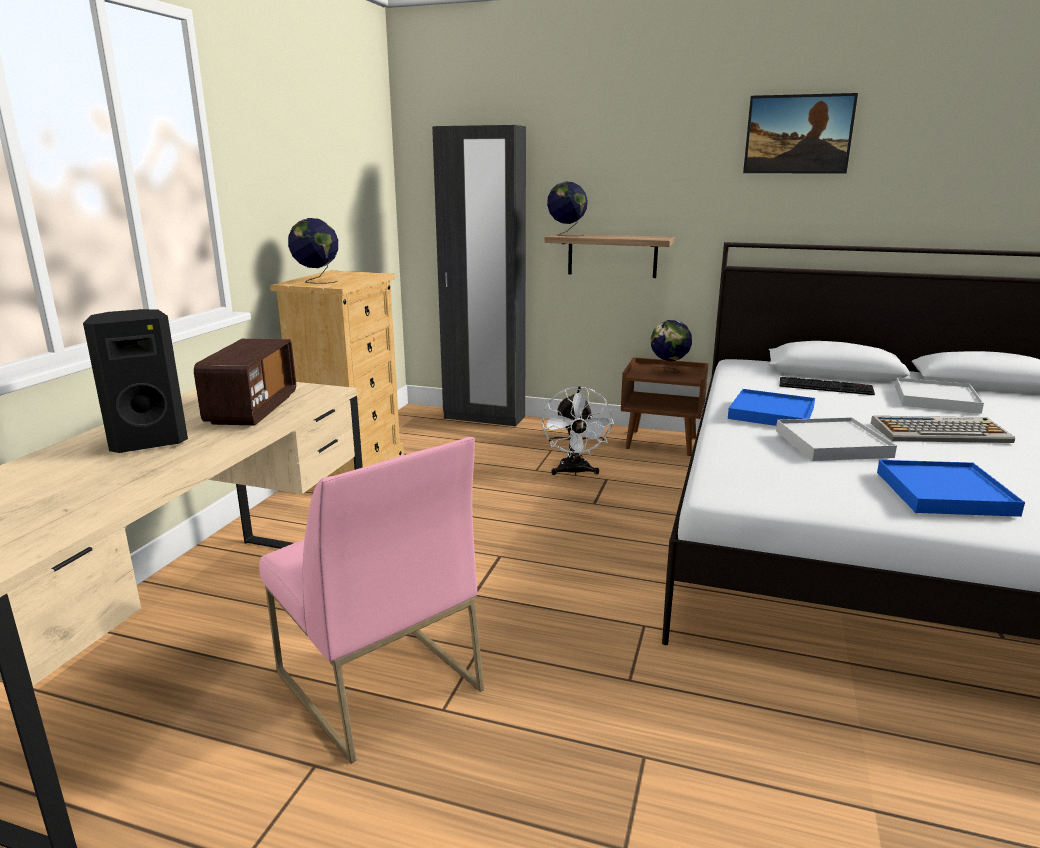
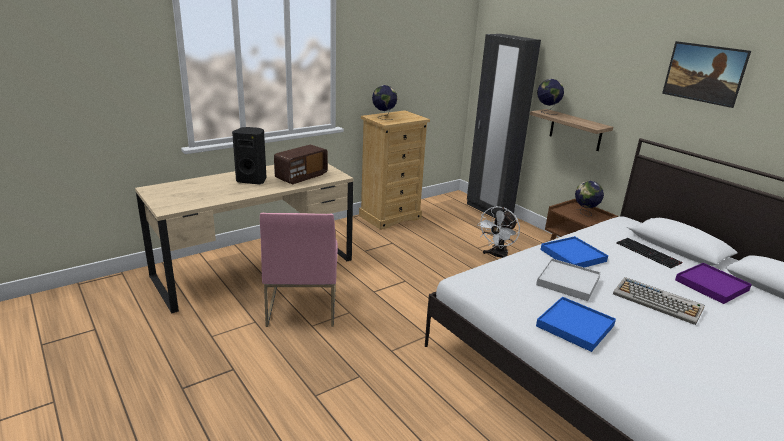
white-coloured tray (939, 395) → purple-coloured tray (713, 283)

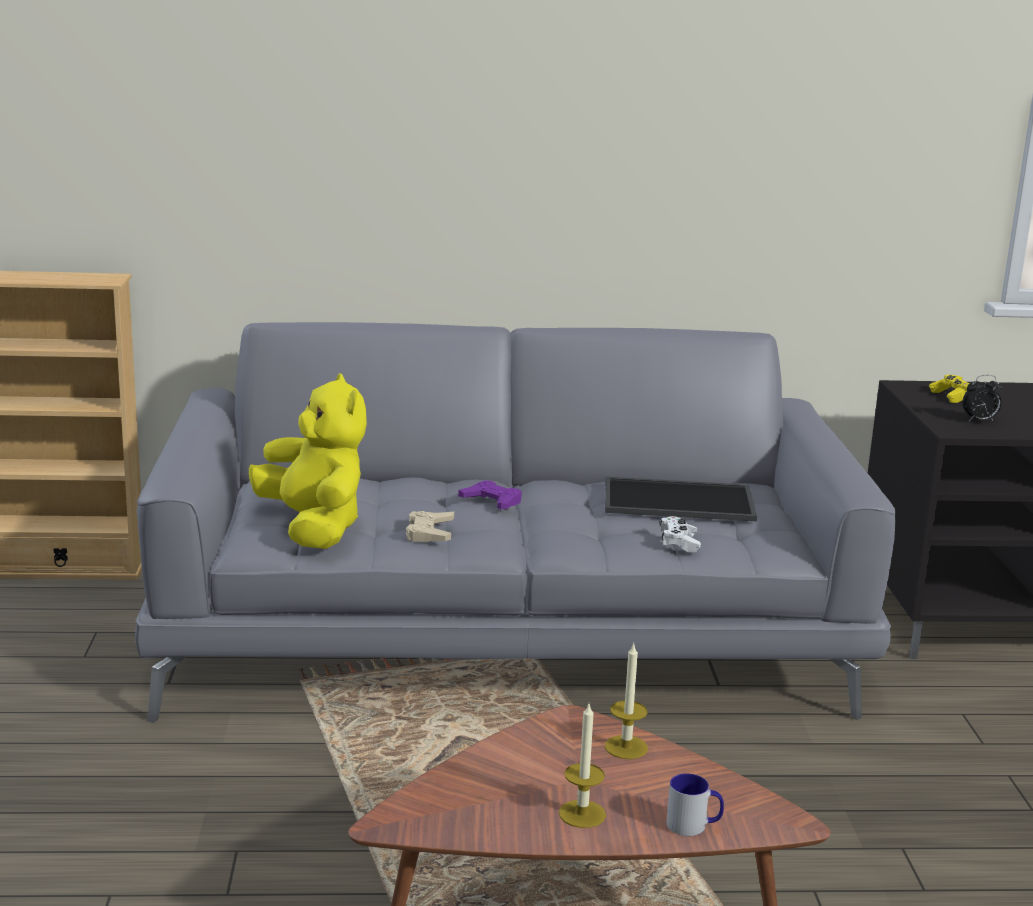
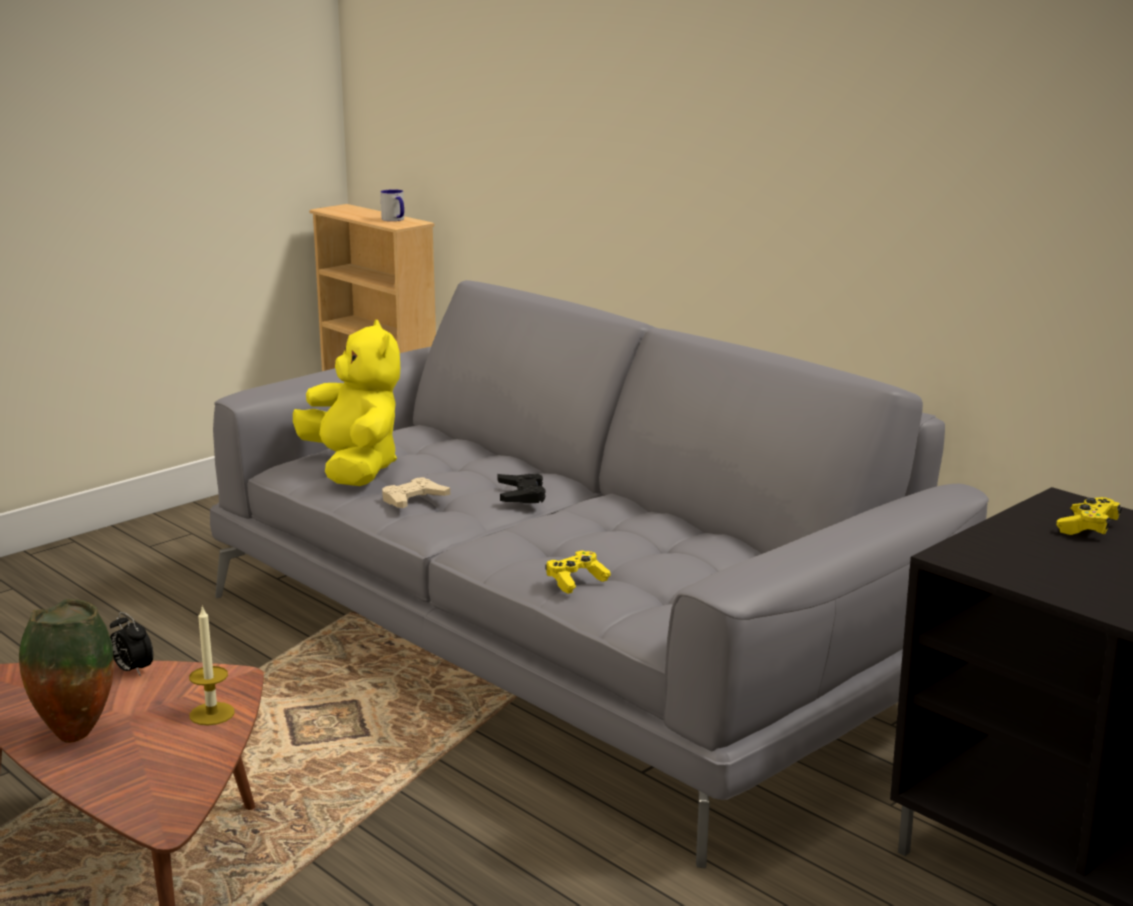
yellow-coloured plush toy (308, 461) → yellow-coloured plush toy (346, 403), 45 degrees counterclockwise
alarm clock (982, 398) → alarm clock (131, 644), move
tray (681, 499) → -
purple-coloured game controller (490, 494) → blackish game controller (521, 489)
white-coloured game controller (680, 534) → yellow-coloured game controller (578, 572)
wax light (582, 766) → decorative vase (66, 671)
coffee mug (695, 804) → coffee mug (392, 205), move

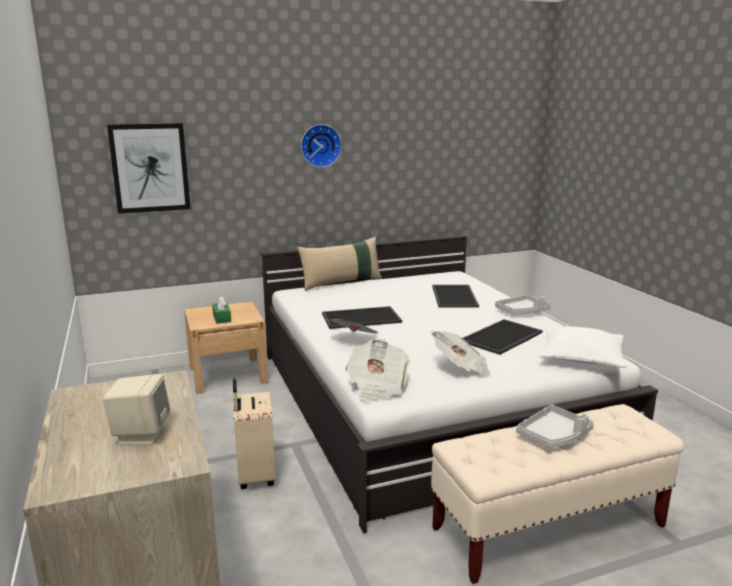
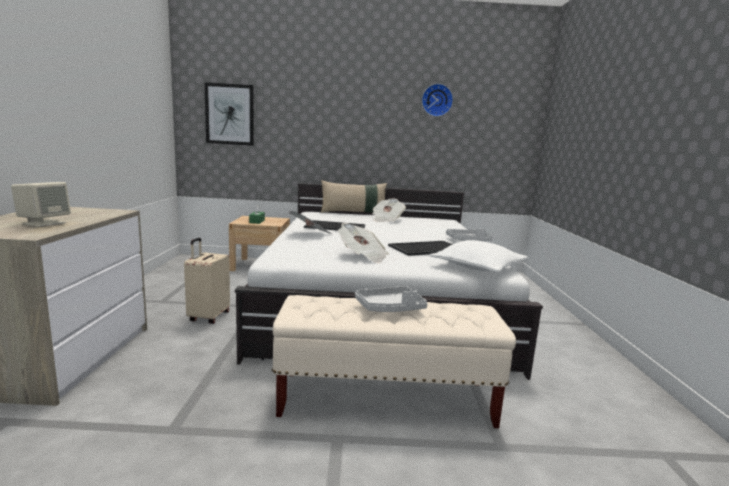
wall clock (321, 146) → wall clock (437, 100), move
tray (455, 296) → -
daily paper (377, 370) → daily paper (389, 210), move

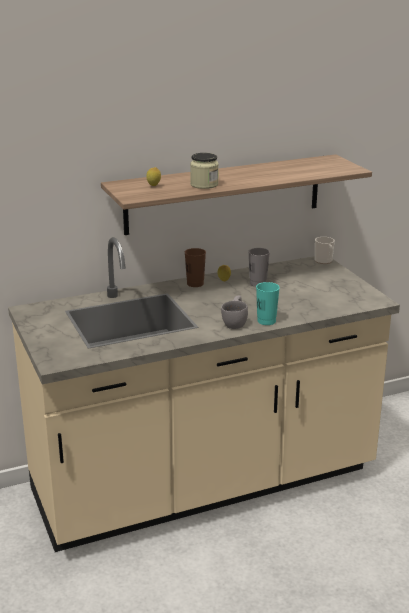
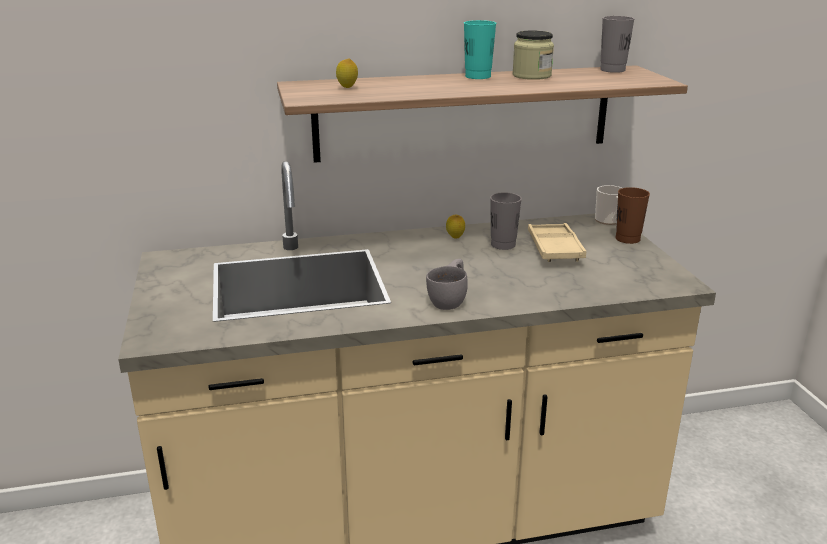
storage jar (204, 171) → storage jar (533, 55), move
brown-coloured small cup (195, 267) → brown-coloured small cup (633, 215), move
turquoise small cup (268, 303) → turquoise small cup (480, 49), move
- → grey small cup (617, 44)
- → beige-coloured tray (557, 242)

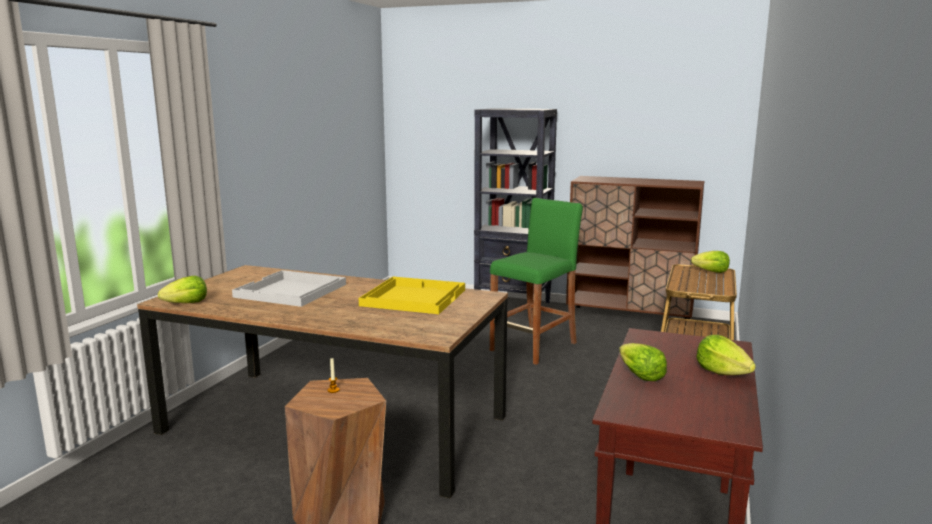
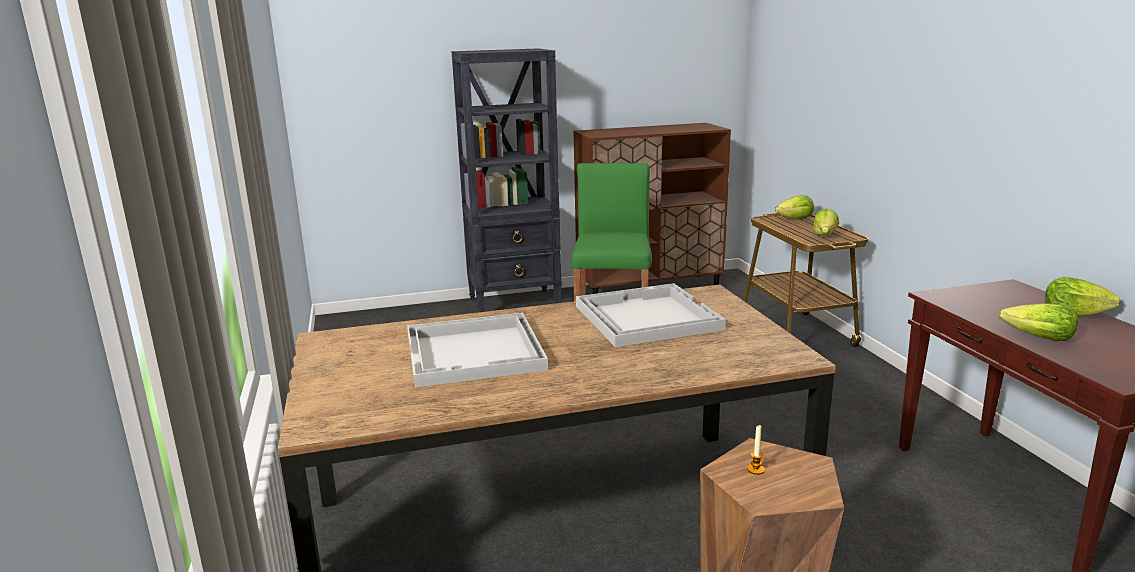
lettuce (182, 289) → lettuce (826, 222), move
yellow-coloured tray (412, 295) → white-coloured tray (651, 315)

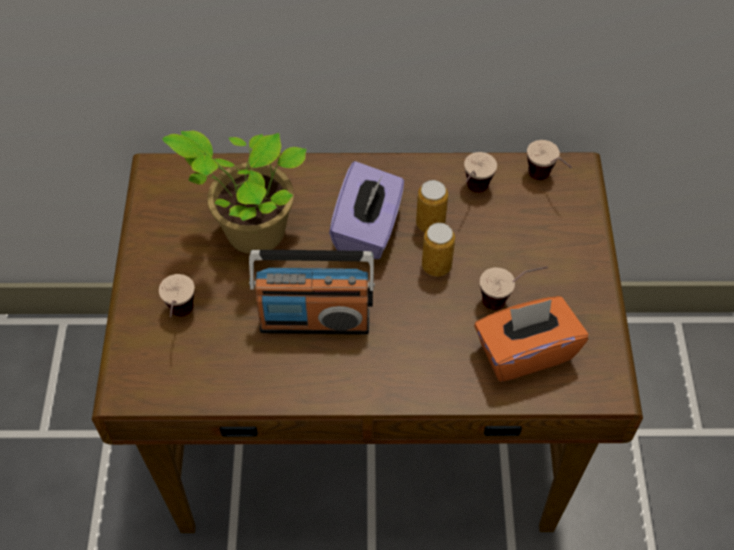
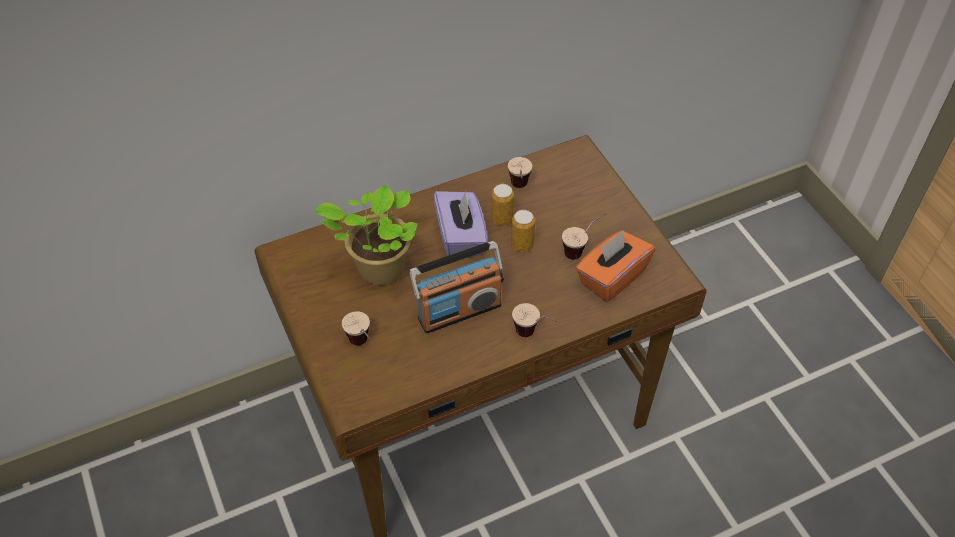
small cup (549, 160) → small cup (535, 320), move

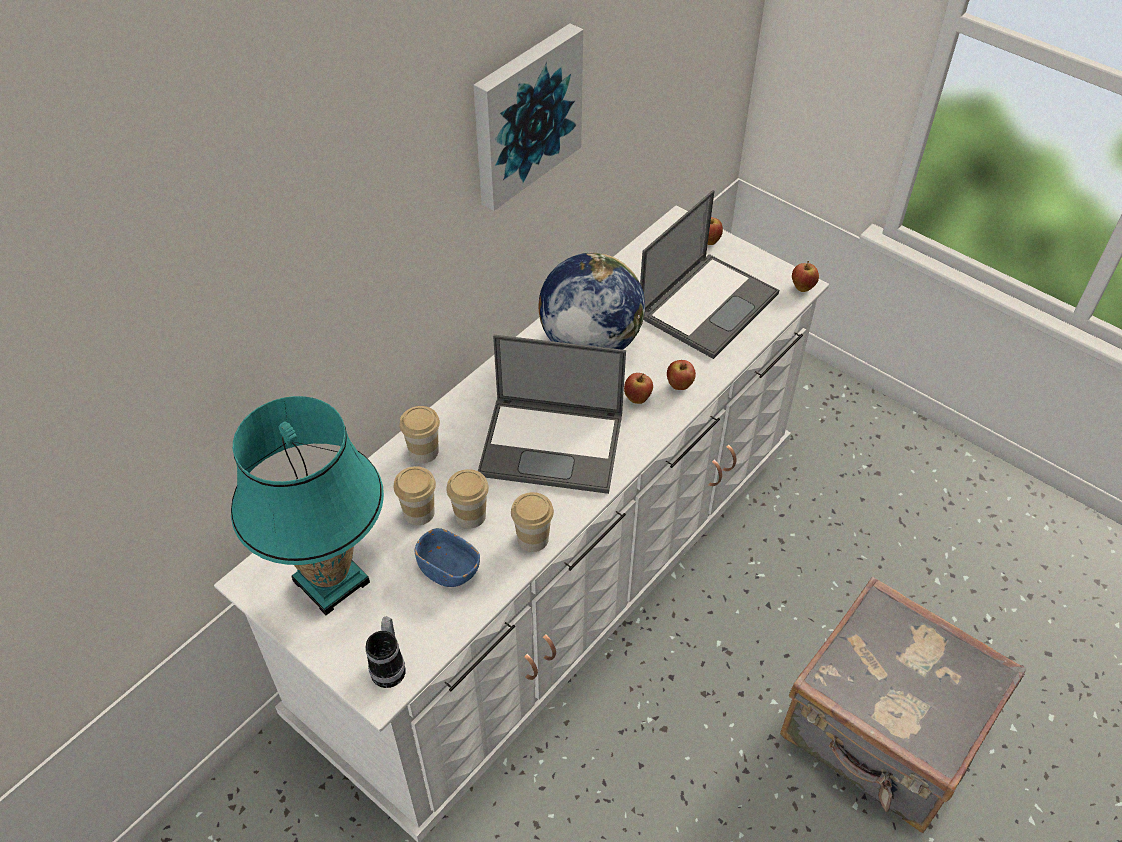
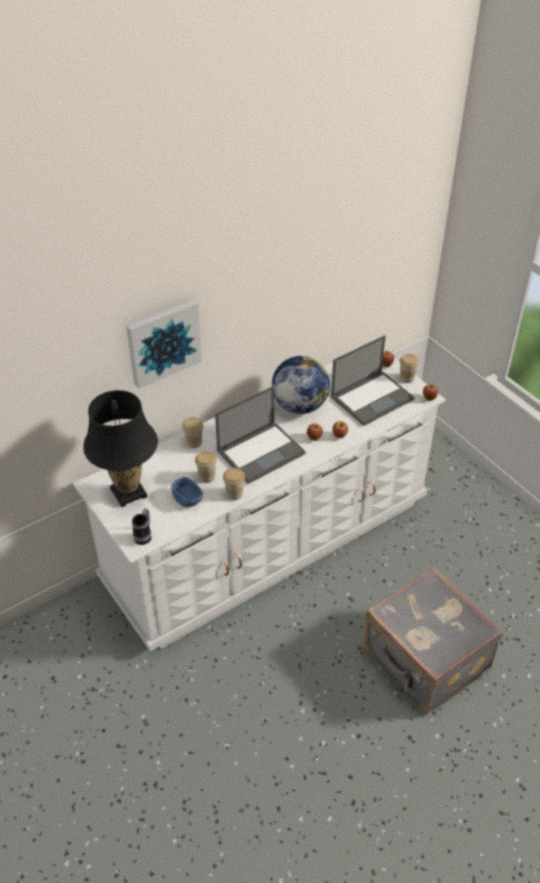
wall picture (528, 117) → wall picture (164, 344), move
laptop (552, 414) → laptop (260, 435), 60 degrees counterclockwise
turquoise lamp for a table (307, 505) → blackish lamp for a table (120, 449)
small cup (415, 495) → small cup (409, 368), move

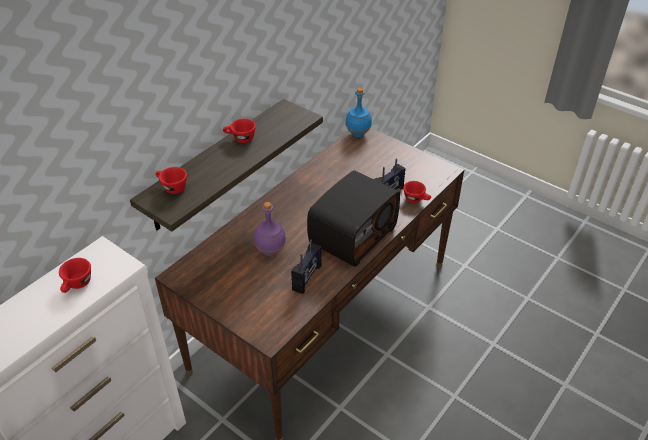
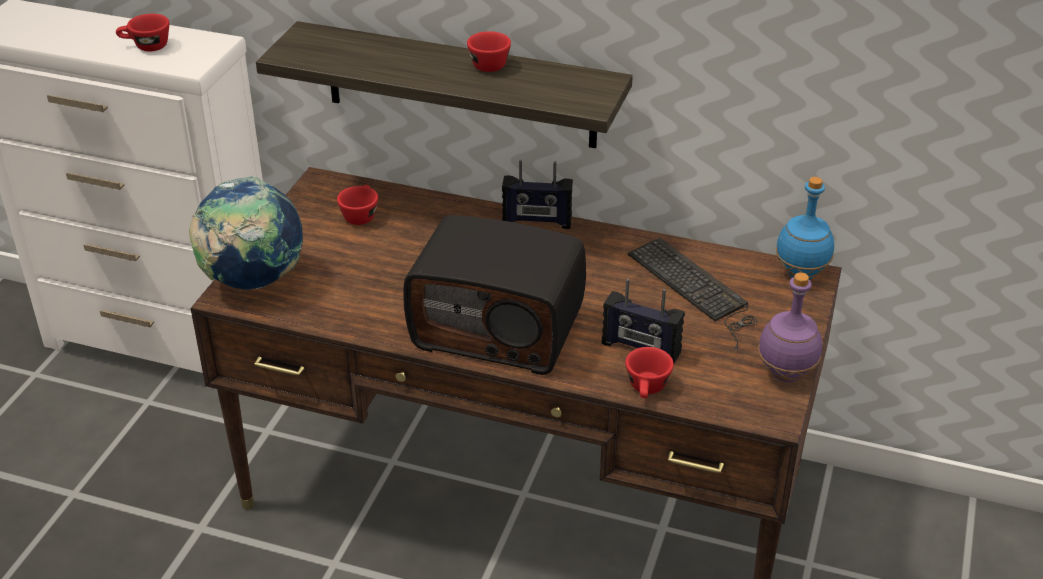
reddish small cup (171, 180) → reddish small cup (357, 205), move
purple-coloured beverage bottle (270, 229) → purple-coloured beverage bottle (790, 327), move
radio (306, 267) → radio (537, 194), move
- → desk globe (246, 233)
- → keyboard (693, 294)

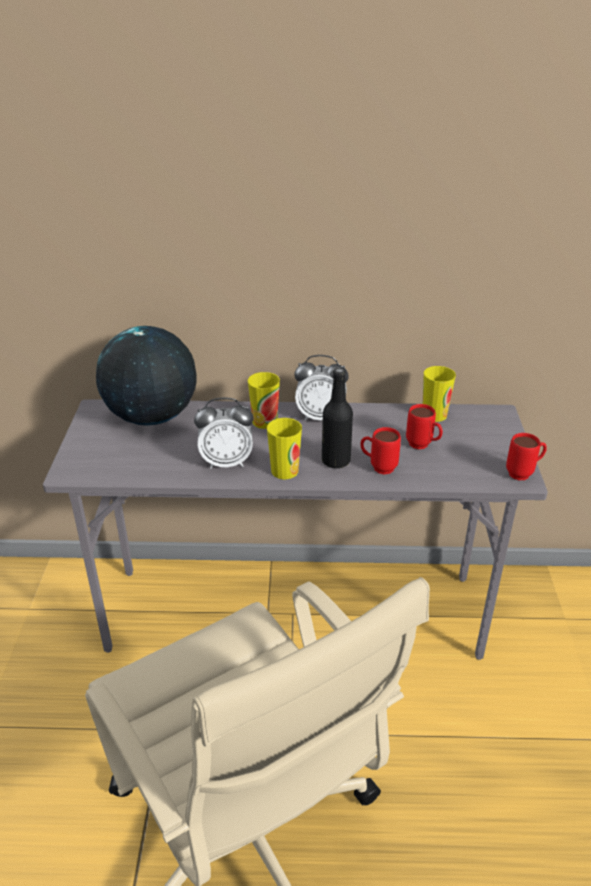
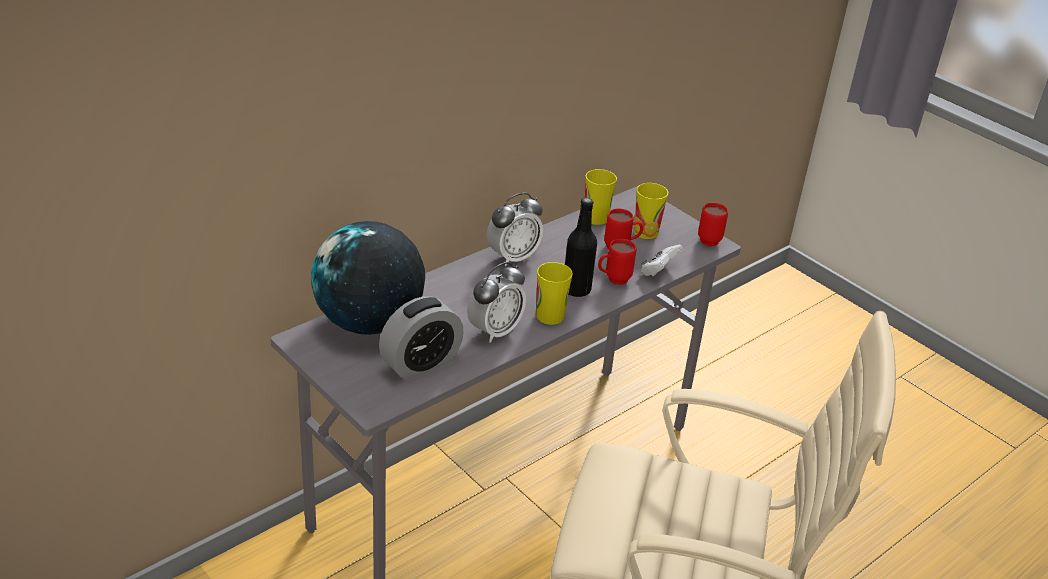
small cup (264, 400) → small cup (651, 211), move
- → white-coloured game controller (662, 261)
- → alarm clock (421, 338)

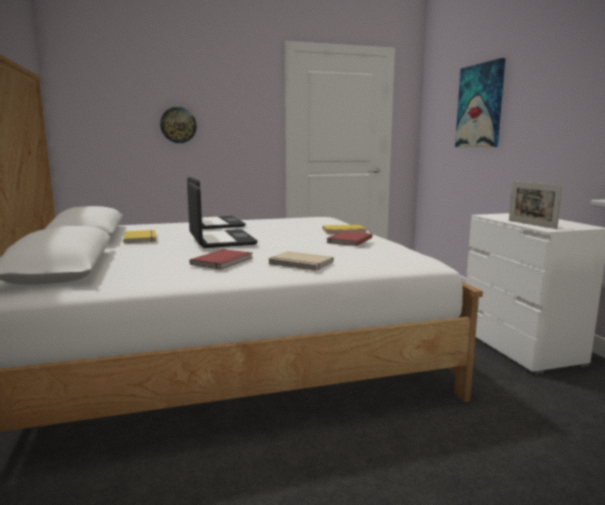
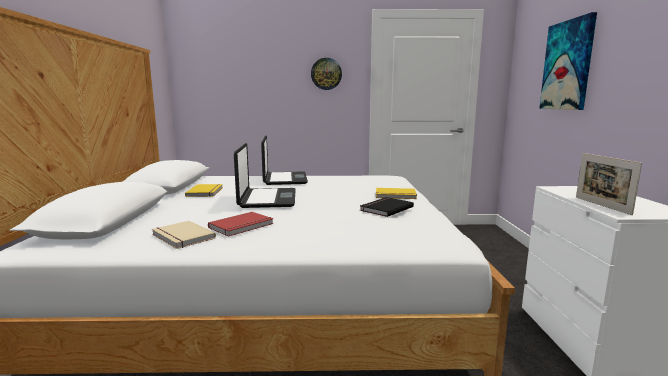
wall clock (178, 125) → wall clock (326, 74), move
reddish volume (349, 238) → blackish volume (387, 207)
beige-coloured volume (301, 261) → beige-coloured volume (184, 235), move

